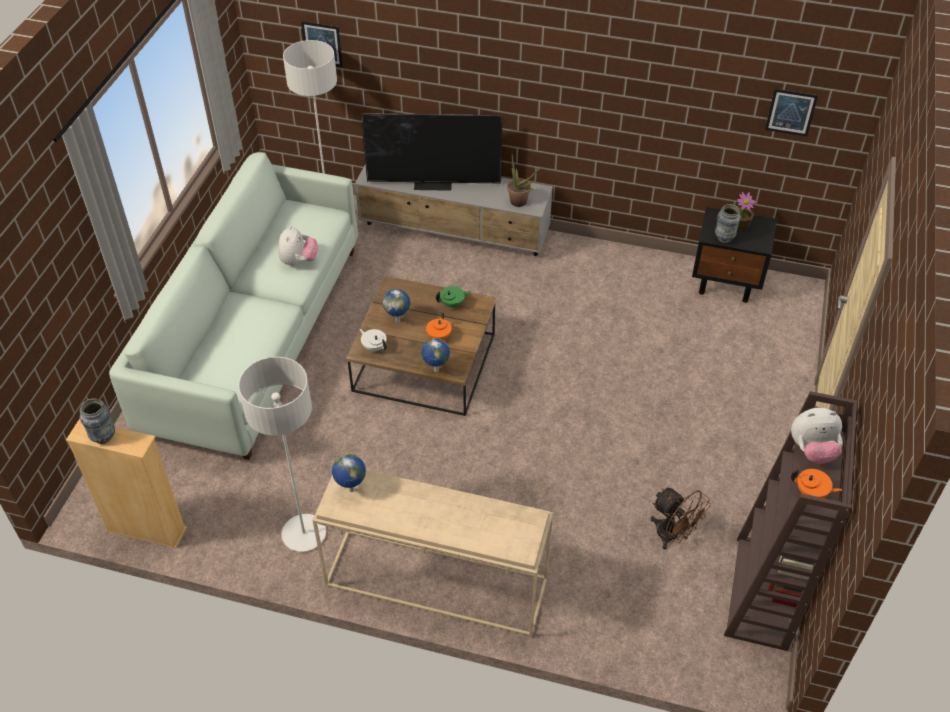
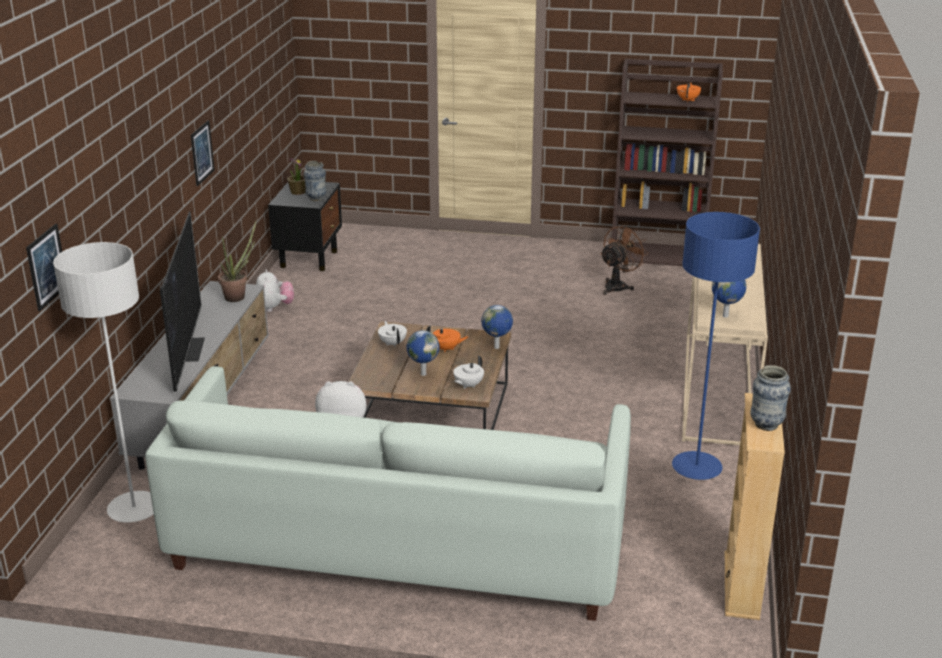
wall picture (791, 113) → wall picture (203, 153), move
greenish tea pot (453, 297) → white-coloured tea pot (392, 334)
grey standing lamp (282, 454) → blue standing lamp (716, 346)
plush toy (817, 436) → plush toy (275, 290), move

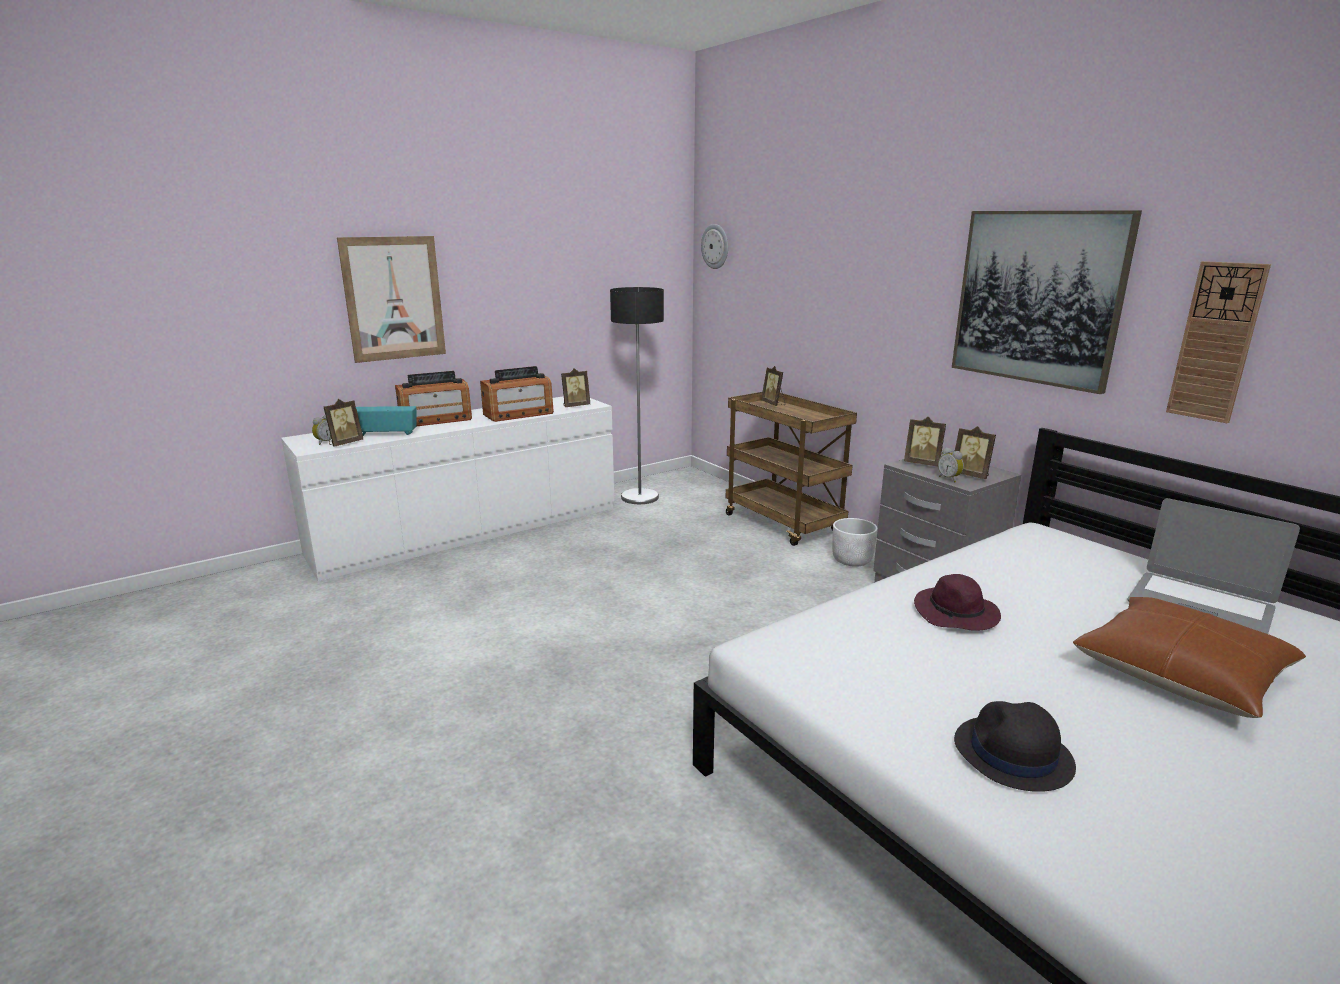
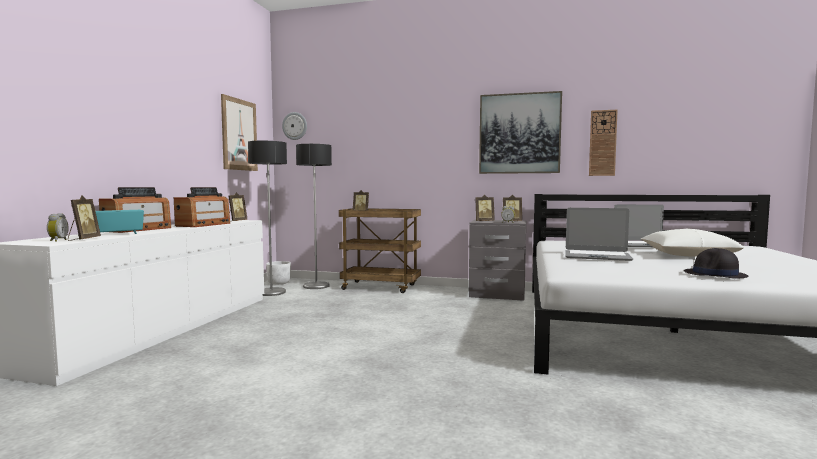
wall picture (391, 299) → wall picture (239, 132), move
white-coloured flower pot (855, 542) → white-coloured flower pot (278, 273), move
purple-coloured wearable hat (957, 602) → laptop (599, 234)
brown-coloured cushion (1189, 657) → white-coloured cushion (692, 242)
- → standing lamp (314, 216)

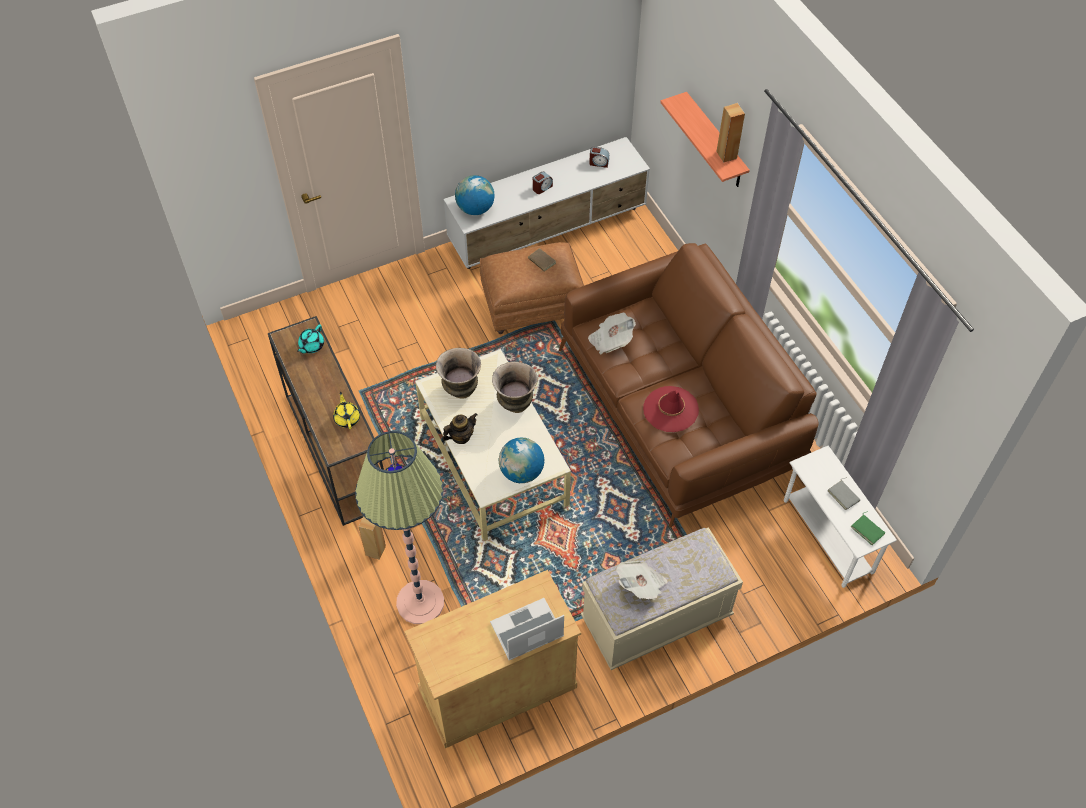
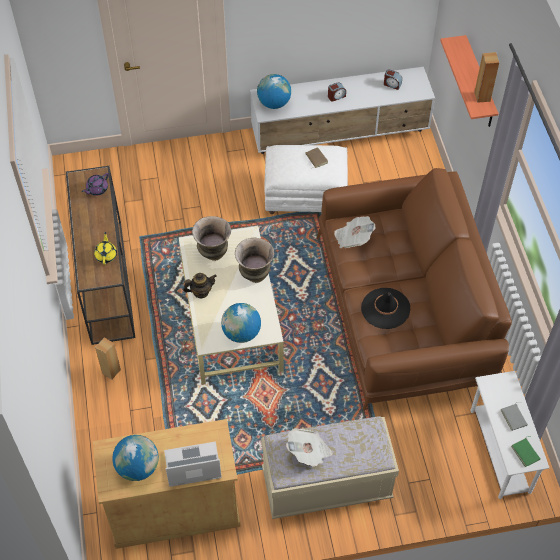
brown-coloured footrest (532, 288) → white-coloured footrest (306, 179)
turquoise tea pot (310, 339) → purple-coloured tea pot (95, 184)
reddish wearable hat (671, 409) → blackish wearable hat (385, 308)
standing lamp (399, 527) → -
- → desk globe (135, 458)

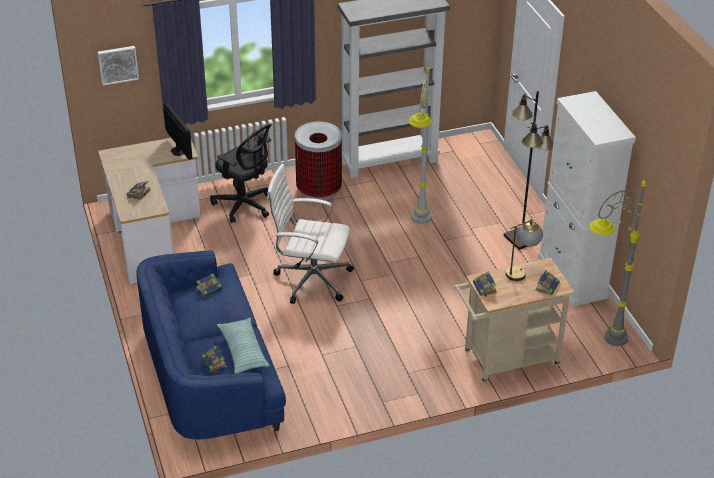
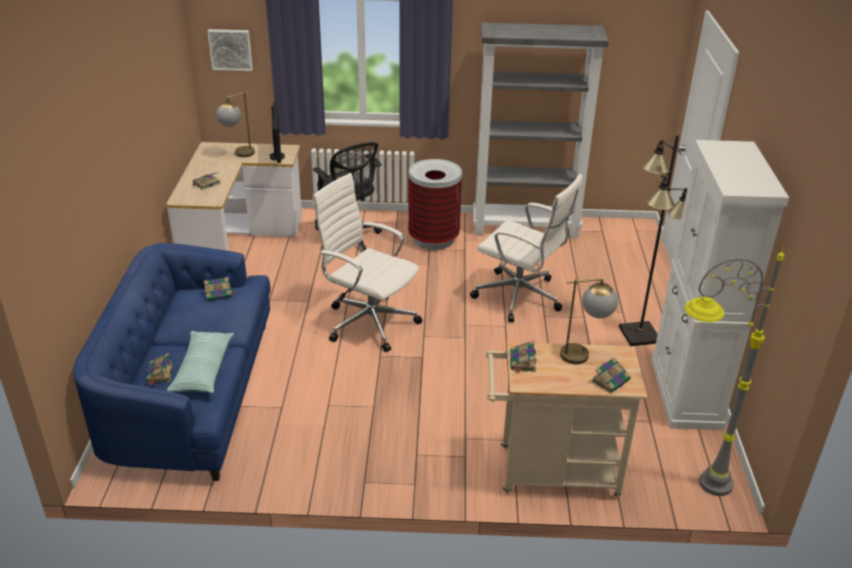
grey standing lamp (420, 144) → white-coloured computer chair (526, 248)
- → lamp for a table (235, 124)

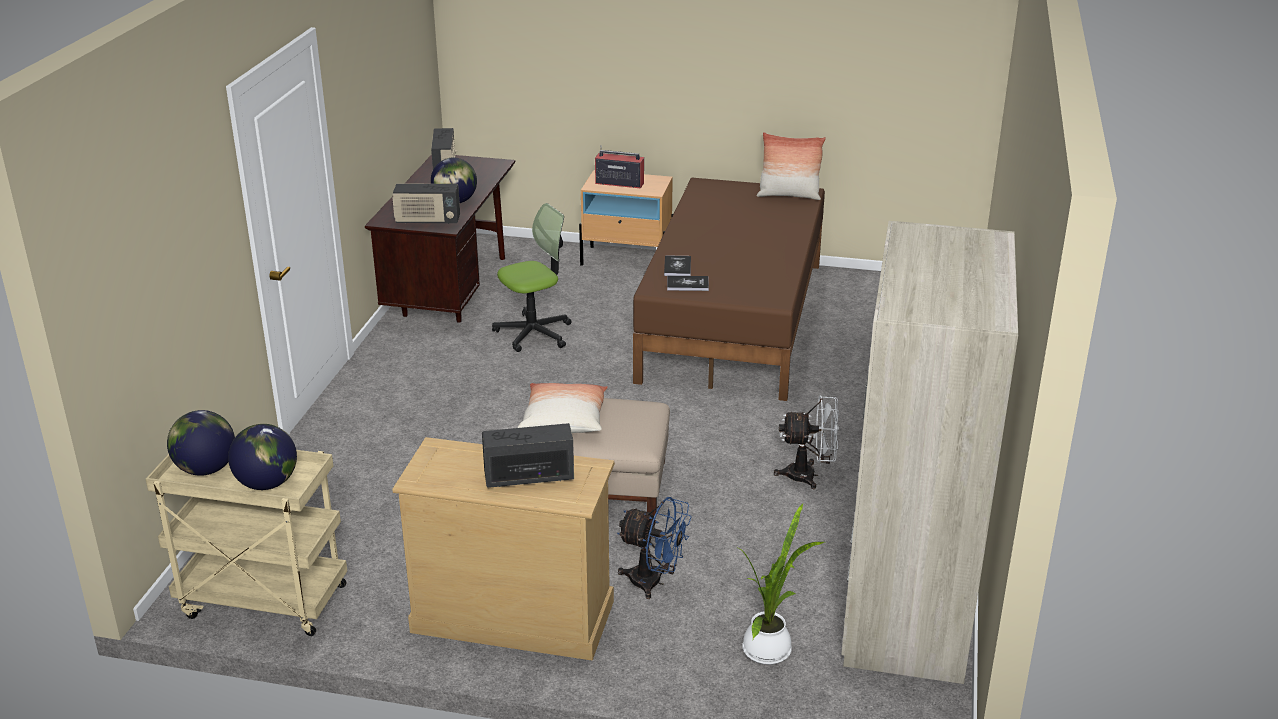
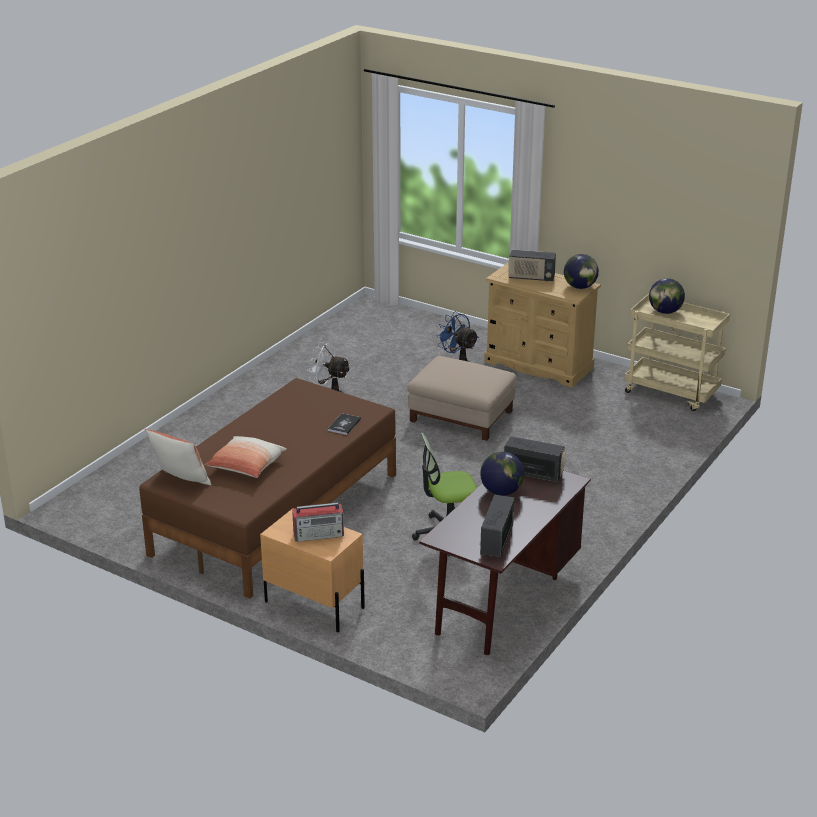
radio (619, 167) → radio (318, 522), 45 degrees counterclockwise
beige-coloured clothes cupboard (929, 452) → -
volume (688, 283) → -
cushion (563, 408) → cushion (246, 457), move
desk globe (201, 443) → desk globe (581, 271), move
plant in a pot (780, 584) → -

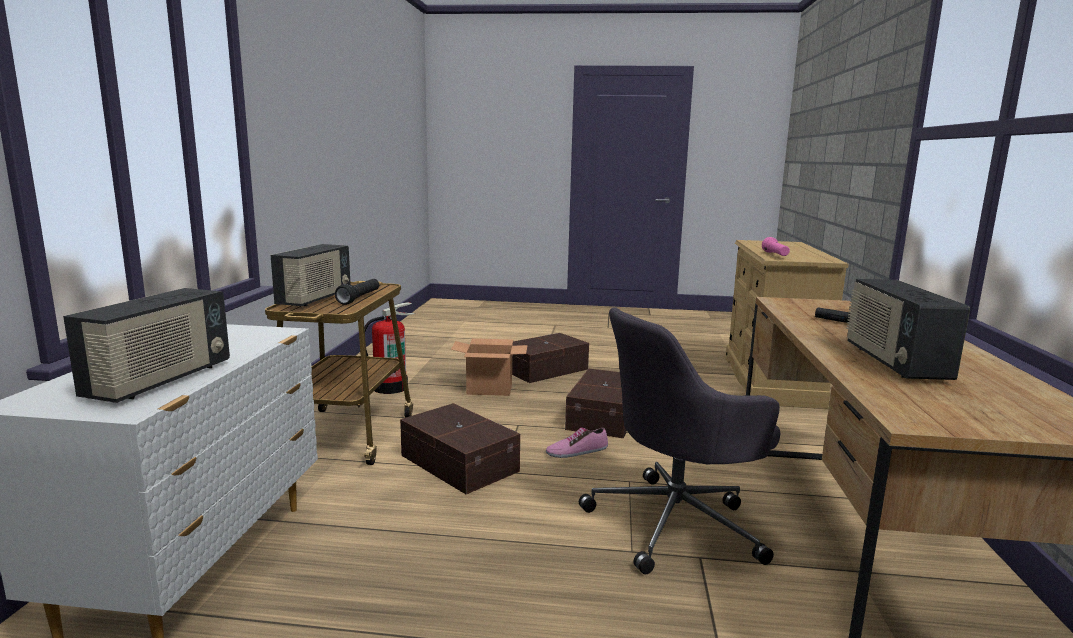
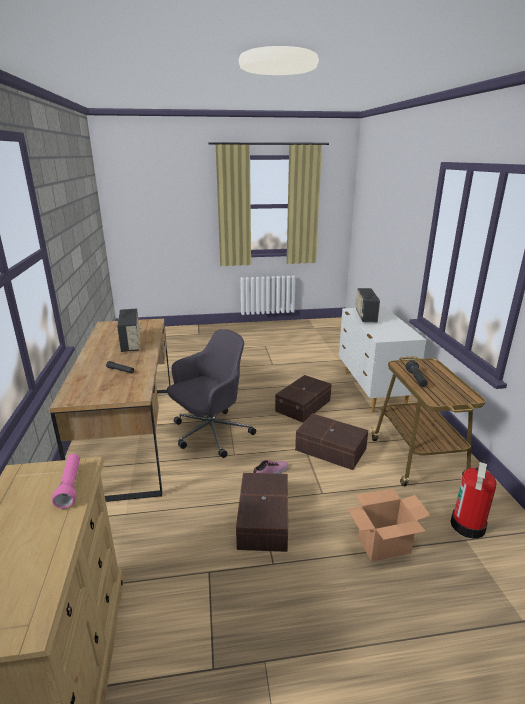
radio (311, 275) → -
brown-coloured storage bin (550, 358) → brown-coloured storage bin (303, 398), move

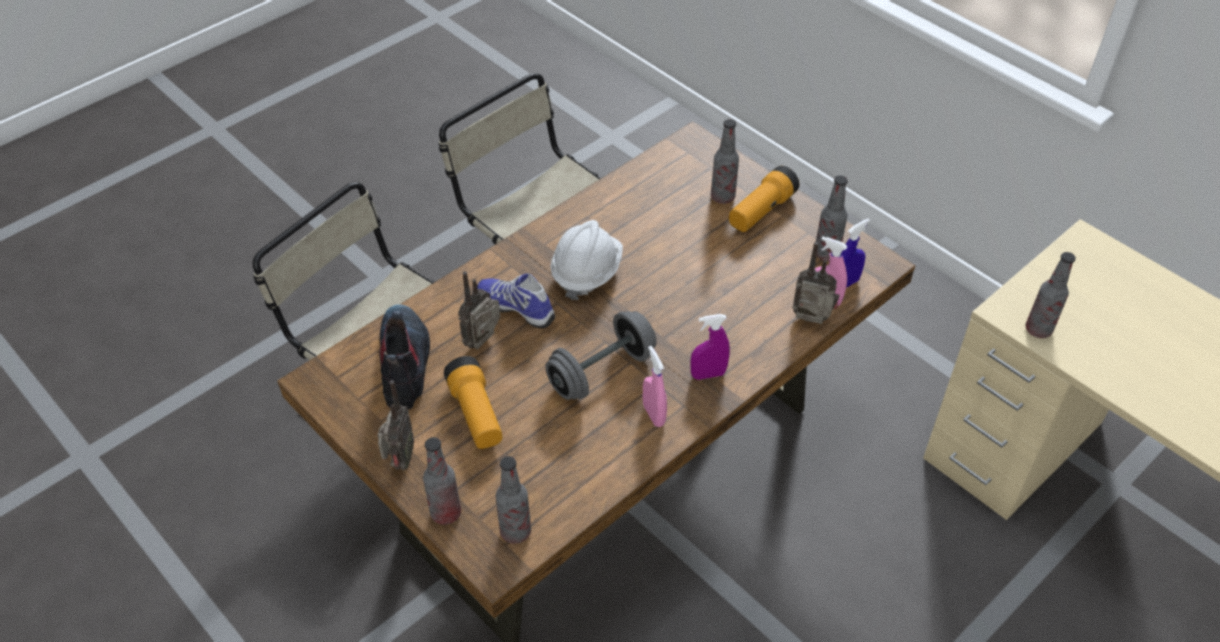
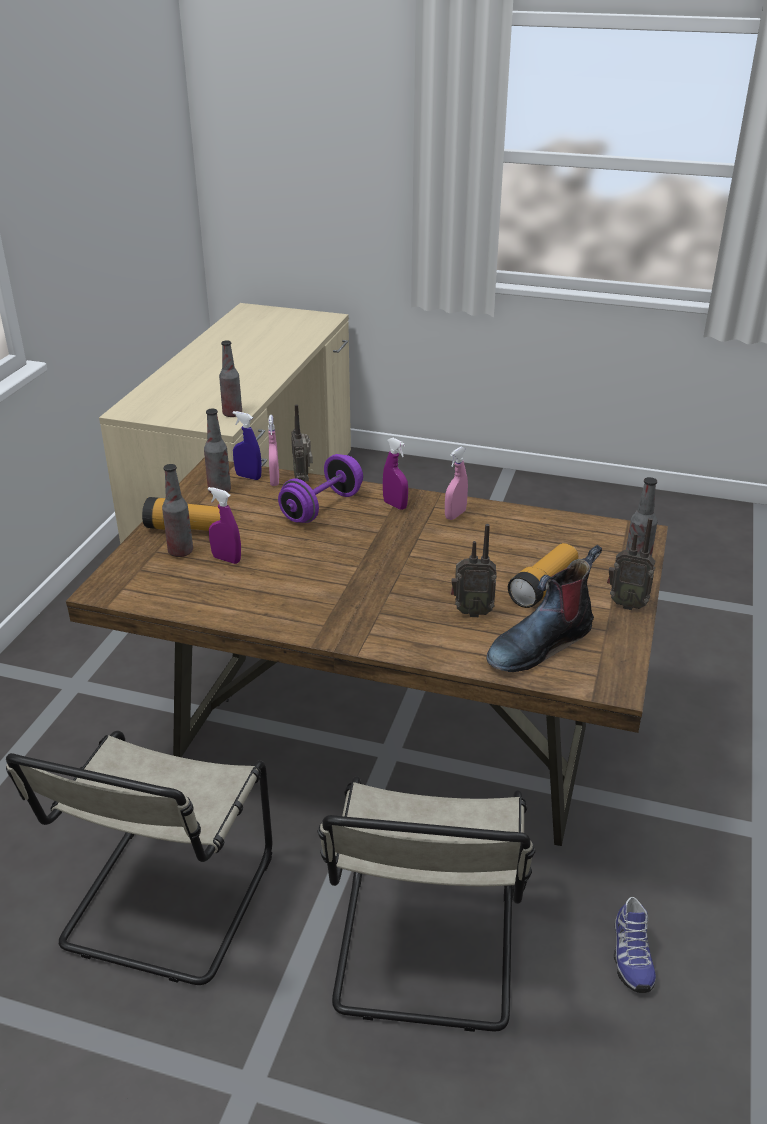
white-coloured work helmet (586, 260) → -
low shoe (516, 300) → low shoe (635, 945), move
grey free weight (600, 355) → -
radio (396, 425) → radio (631, 564), 135 degrees counterclockwise
beverage bottle (513, 500) → -
- → purple-coloured free weight (320, 488)
- → purple-coloured hand sprayer (224, 525)

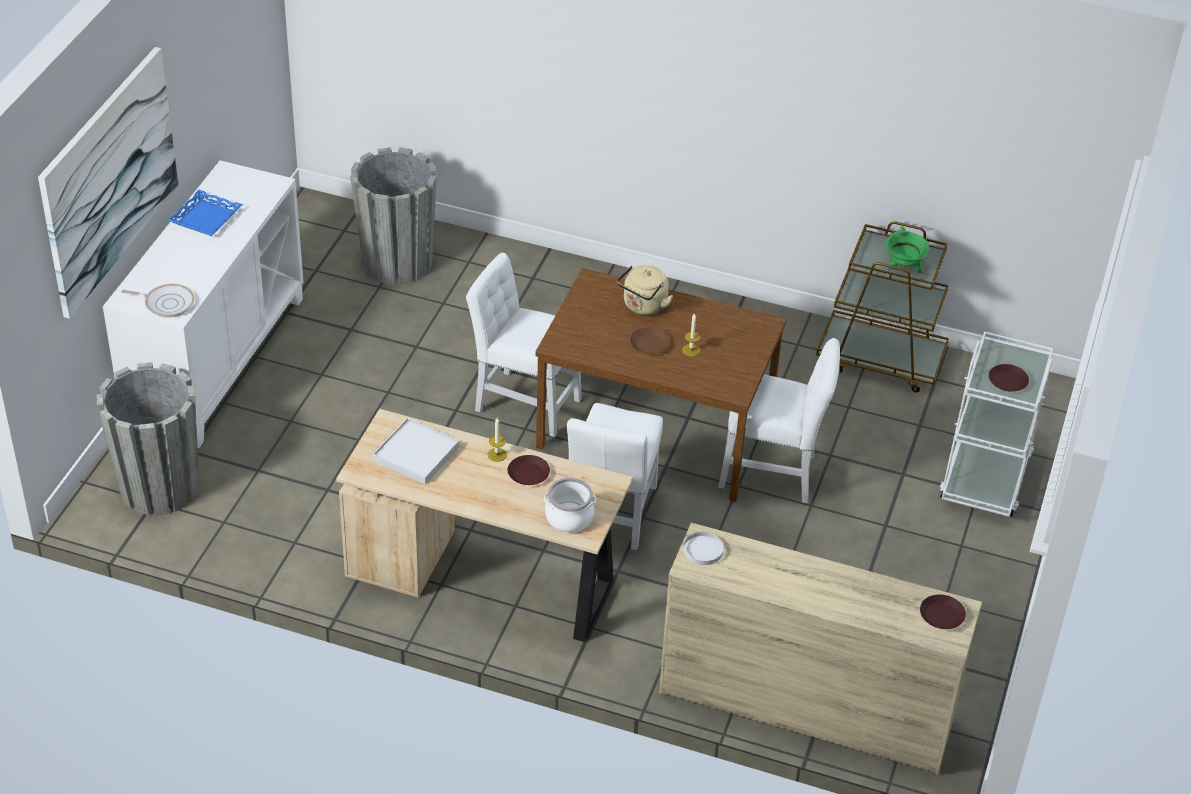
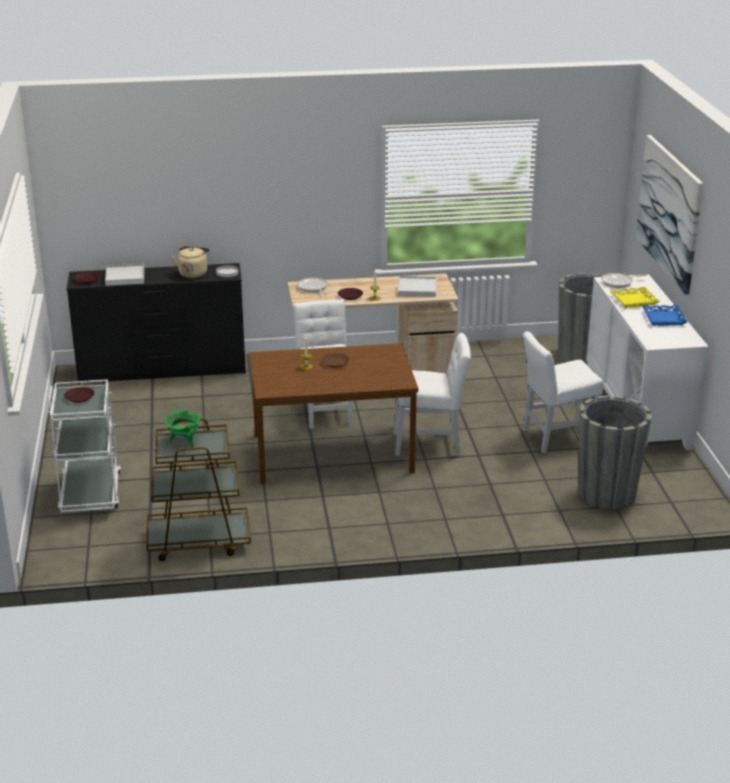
beige-coloured water kettle (645, 290) → beige-coloured water kettle (190, 262), move
white-coloured chair (779, 420) → white-coloured chair (563, 392), move
stockpot (570, 504) → skillet (312, 286)
beige-coloured chest of drawers (820, 649) → blackish chest of drawers (156, 323)
- → white-coloured tray (125, 275)
- → yellow-coloured tray (635, 297)

